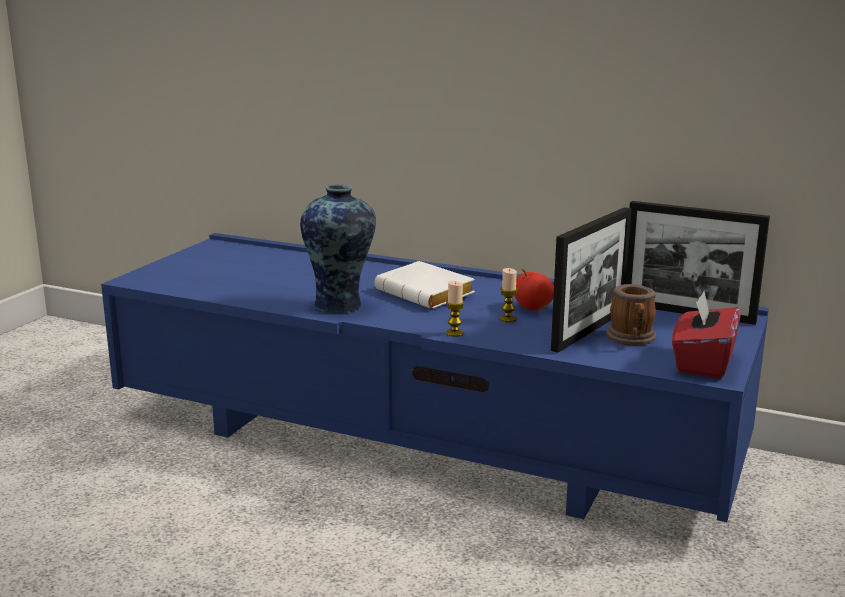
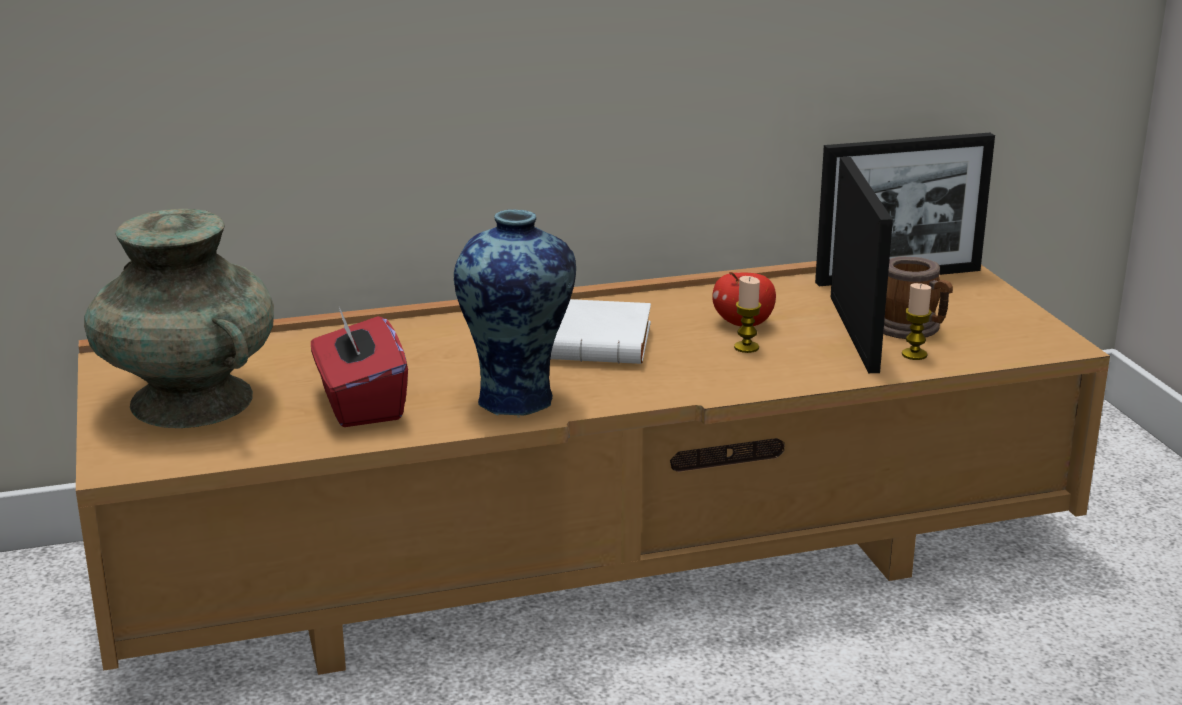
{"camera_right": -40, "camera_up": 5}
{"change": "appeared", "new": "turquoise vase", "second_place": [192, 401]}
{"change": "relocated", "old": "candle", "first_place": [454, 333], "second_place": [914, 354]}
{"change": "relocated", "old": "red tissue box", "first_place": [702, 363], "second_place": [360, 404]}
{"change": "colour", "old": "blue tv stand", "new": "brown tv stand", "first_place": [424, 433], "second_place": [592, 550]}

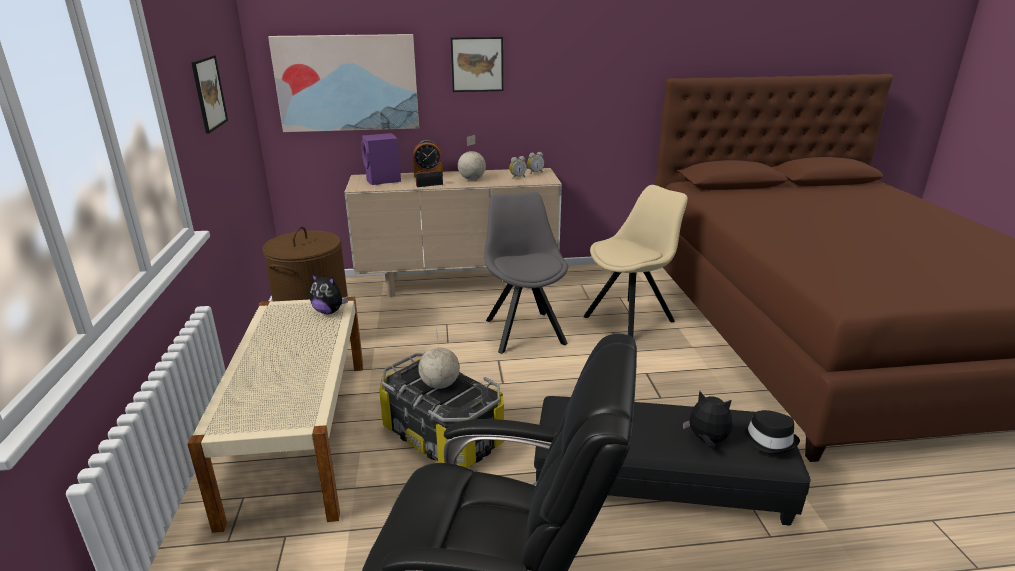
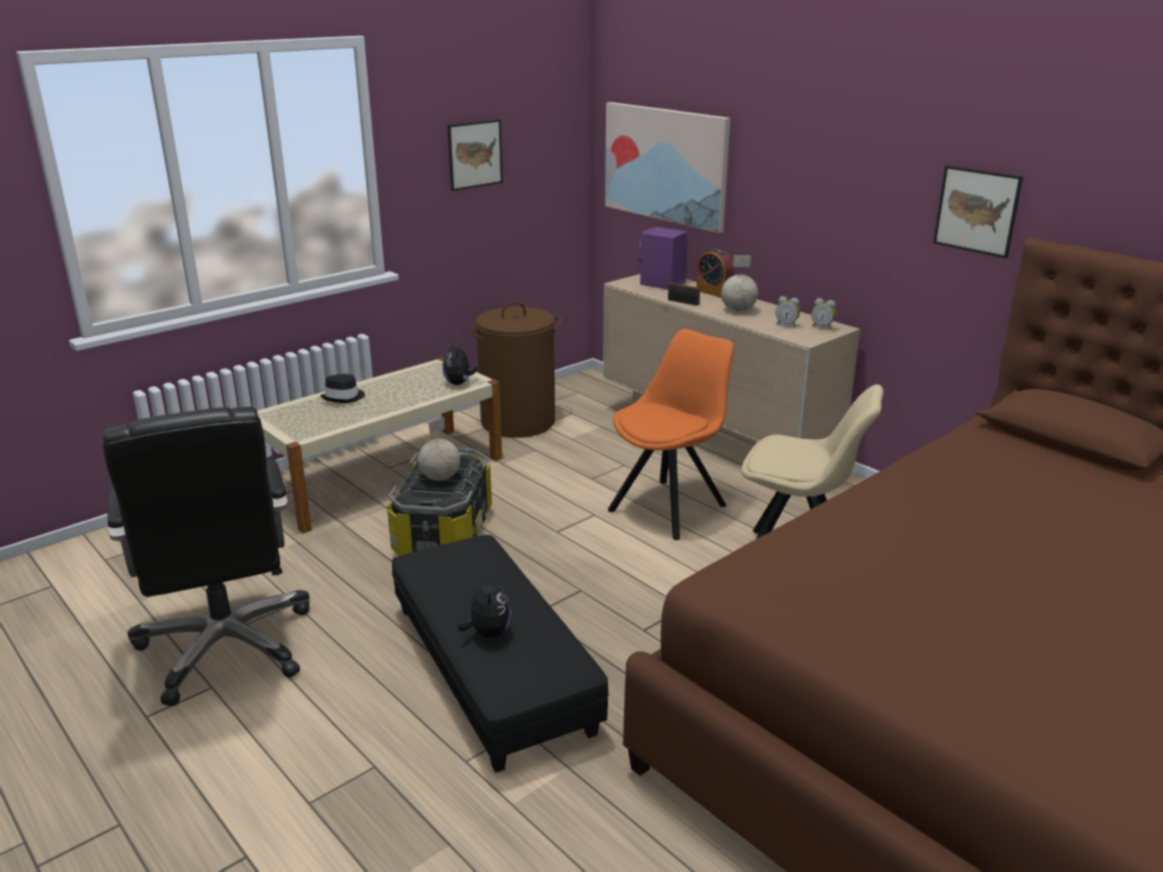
{"camera_right": 55, "camera_up": 0}
{"change": "relocated", "old": "picture", "first_place": [477, 64], "second_place": [977, 211]}
{"change": "relocated", "old": "black hat", "first_place": [768, 440], "second_place": [344, 397]}
{"change": "colour", "old": "grey chair", "new": "orange chair", "first_place": [524, 331], "second_place": [669, 508]}

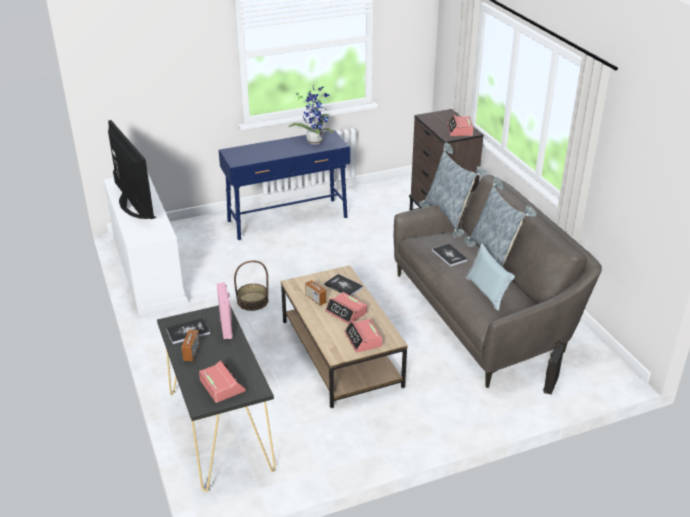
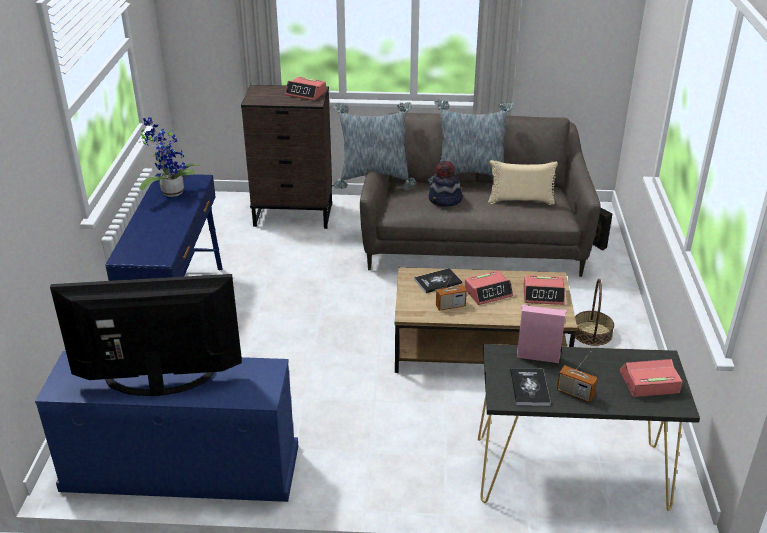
{"camera_right": -65, "camera_up": 0}
{"change": "relocated", "old": "basket", "first_place": [252, 301], "second_place": [592, 333]}
{"change": "exchanged", "old": "book", "new": "hat", "first_place": [449, 255], "second_place": [445, 200]}
{"change": "colour", "old": "white tv stand", "new": "blue tv stand", "first_place": [148, 270], "second_place": [180, 468]}
{"change": "colour", "old": "blue pillow", "new": "beige pillow", "first_place": [487, 292], "second_place": [520, 200]}

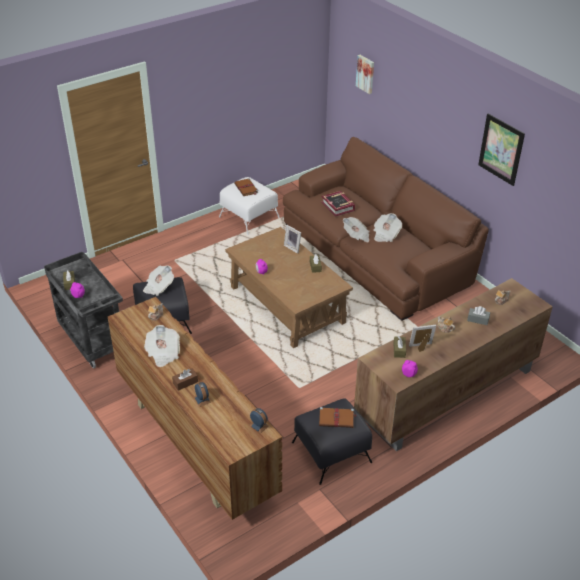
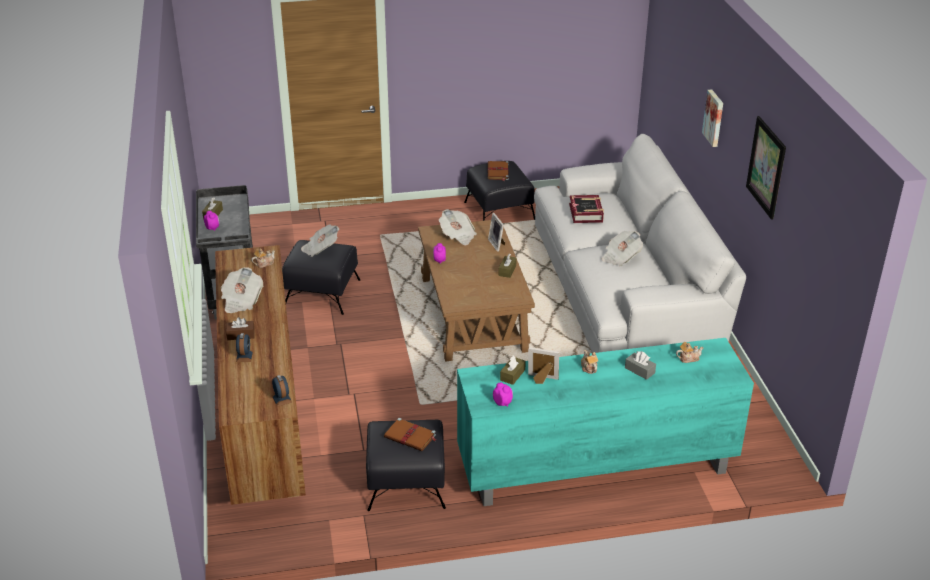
{"camera_right": 25, "camera_up": -5}
{"change": "relocated", "old": "newspaper", "first_place": [356, 236], "second_place": [457, 236]}
{"change": "relocated", "old": "picture", "first_place": [365, 74], "second_place": [714, 118]}
{"change": "colour", "old": "white ottoman", "new": "black ottoman", "first_place": [249, 217], "second_place": [499, 211]}
{"change": "colour", "old": "brown sofa", "new": "white sofa", "first_place": [376, 253], "second_place": [626, 287]}
{"change": "colour", "old": "brown tv stand", "new": "turquoise tv stand", "first_place": [447, 393], "second_place": [595, 464]}

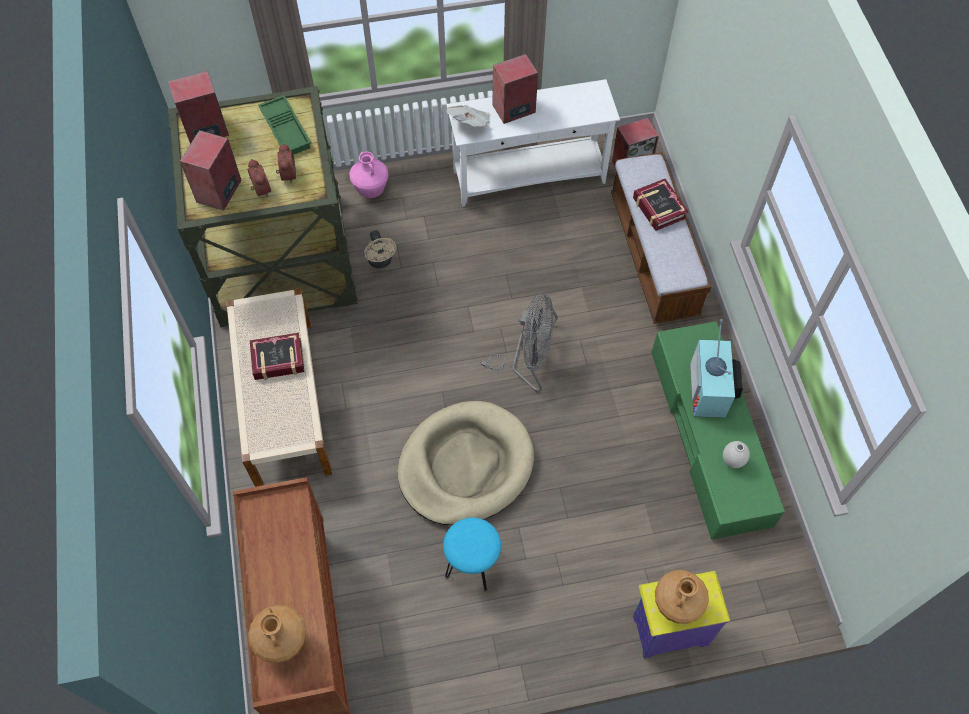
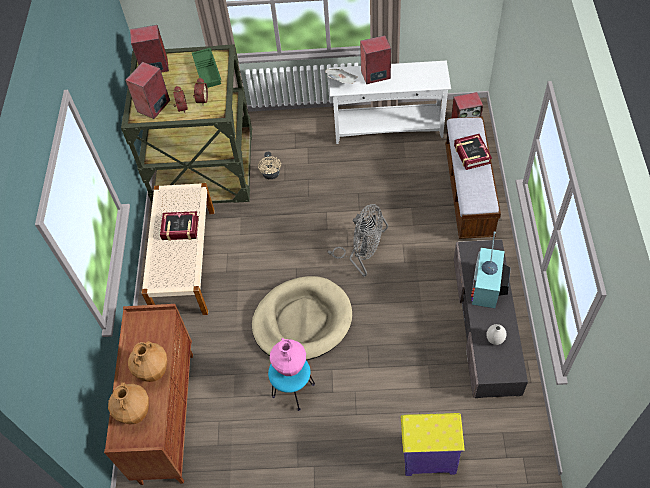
{"camera_right": 15, "camera_up": -5}
{"change": "relocated", "old": "pink vase", "first_place": [371, 191], "second_place": [290, 367]}
{"change": "relocated", "old": "brown vase", "first_place": [675, 606], "second_place": [153, 372]}
{"change": "colour", "old": "green tv stand", "new": "grey tv stand", "first_place": [709, 437], "second_place": [485, 324]}

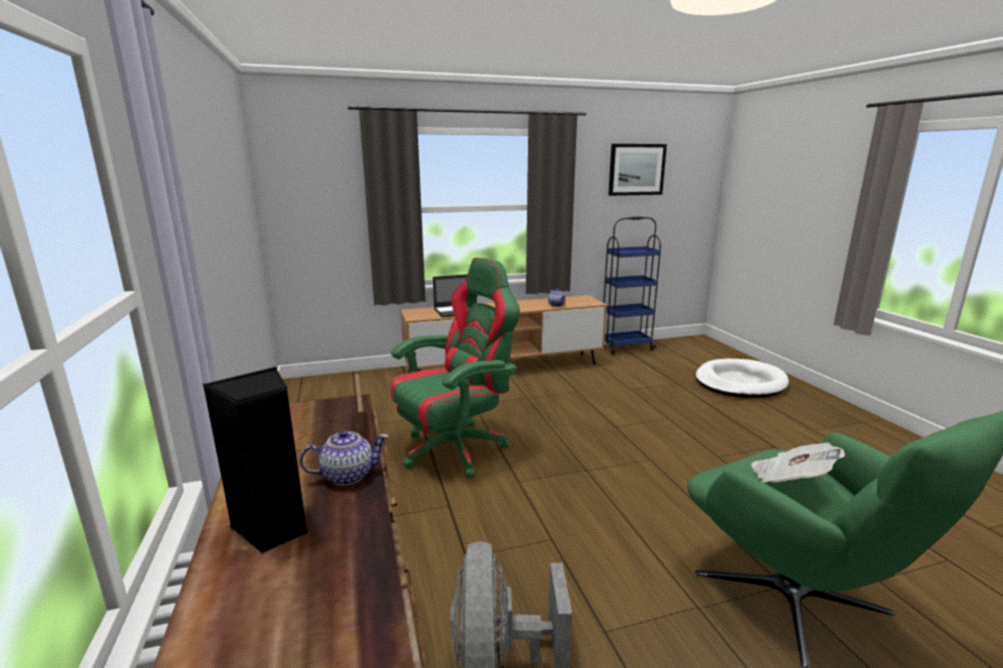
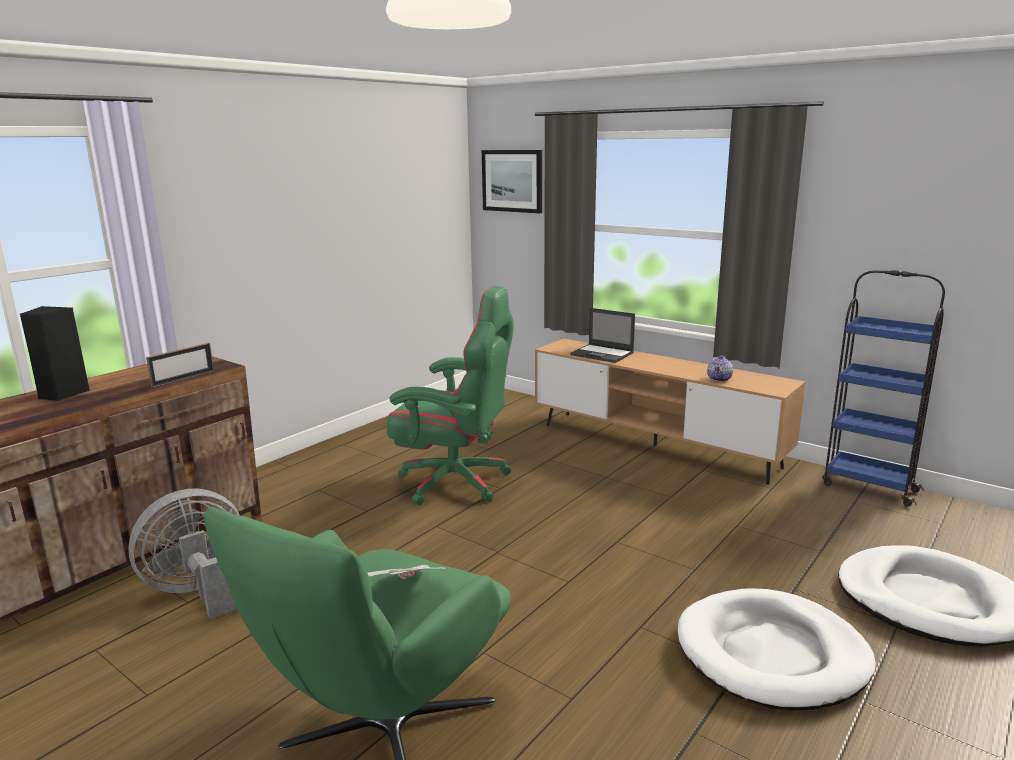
{"camera_right": 55, "camera_up": 0}
{"change": "missing", "old": "teapot", "first_place": [347, 475]}
{"change": "appeared", "new": "white dog bed", "second_place": [772, 654]}
{"change": "relocated", "old": "picture", "first_place": [636, 169], "second_place": [512, 181]}

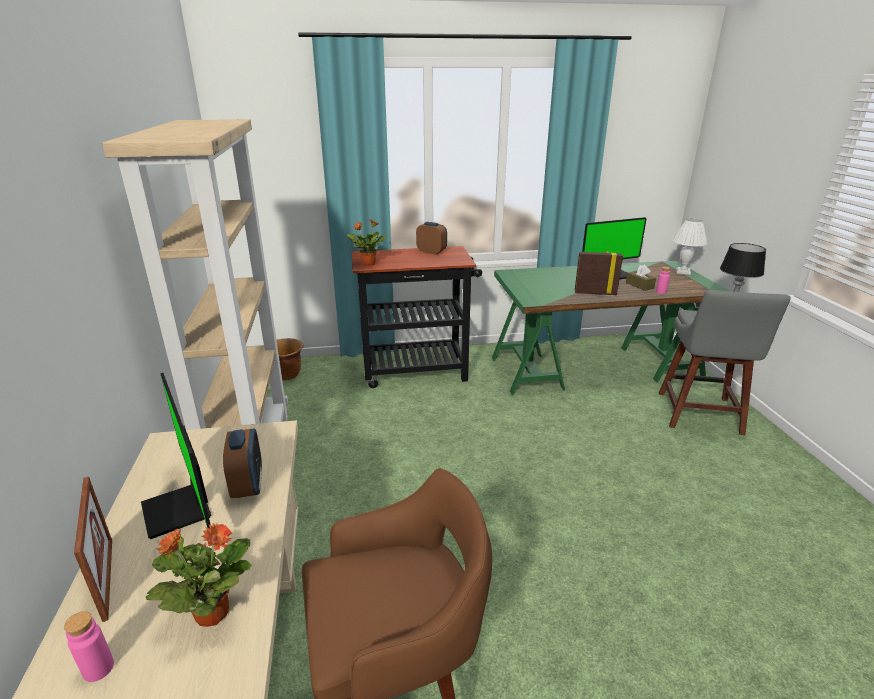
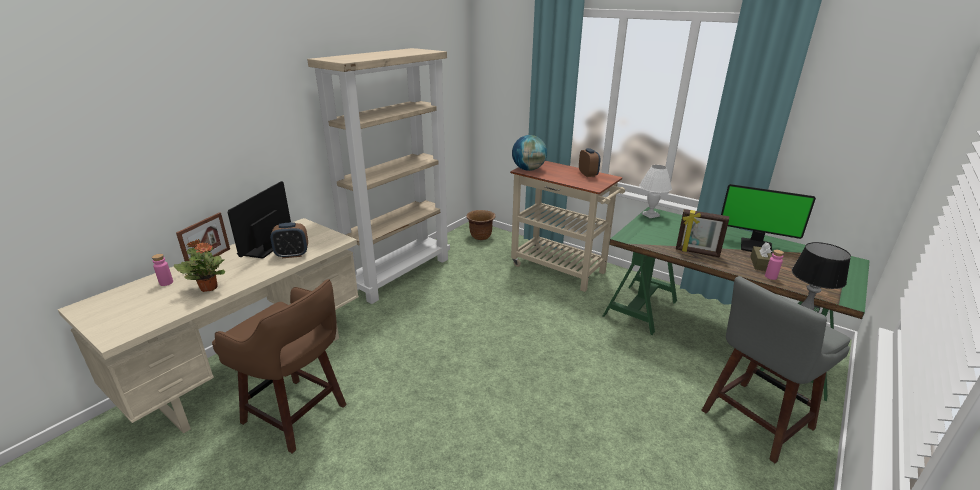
{"camera_right": 45, "camera_up": 0}
{"change": "relocated", "old": "white table lamp", "first_place": [683, 272], "second_place": [650, 215]}
{"change": "exchanged", "old": "potted plant", "new": "globe", "first_place": [368, 263], "second_place": [528, 169]}
{"change": "colour", "old": "black cart", "new": "beige cart", "first_place": [416, 371], "second_place": [559, 269]}
{"change": "spun", "old": "alarm clock", "first_place": [248, 485], "second_place": [292, 254], "degrees": 45}
{"change": "spun", "old": "picture frame", "first_place": [595, 293], "second_place": [697, 252], "degrees": 150}

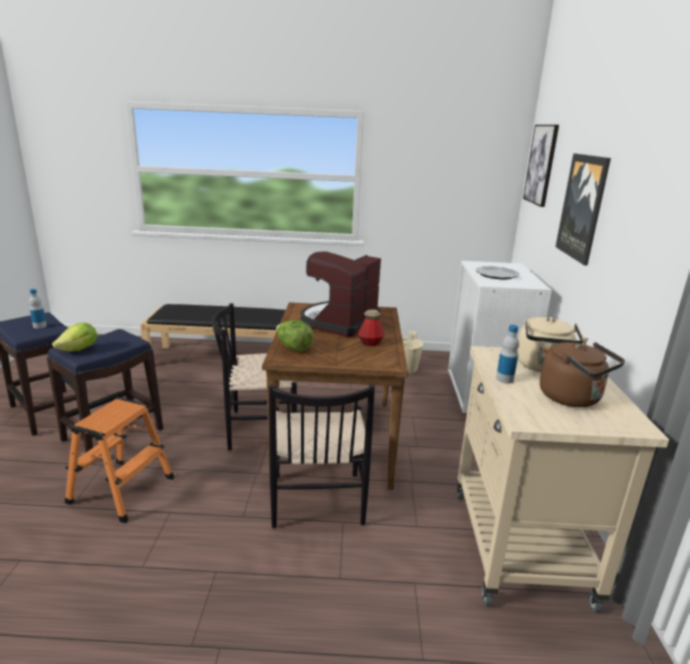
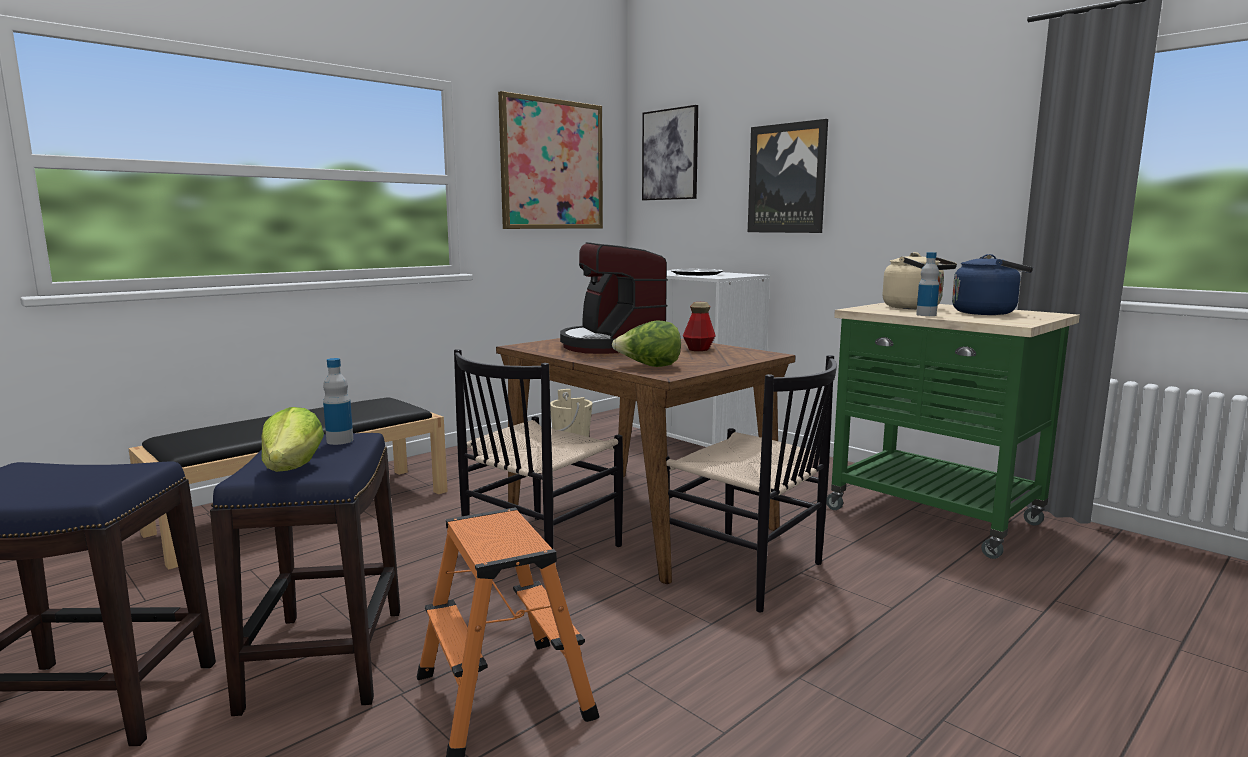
{"camera_right": -45, "camera_up": -10}
{"change": "appeared", "new": "picture", "second_place": [552, 165]}
{"change": "relocated", "old": "bottle", "first_place": [39, 326], "second_place": [340, 441]}
{"change": "colour", "old": "beige cart", "new": "green cart", "first_place": [519, 548], "second_place": [934, 517]}
{"change": "colour", "old": "brown kettle", "new": "blue kettle", "first_place": [573, 398], "second_place": [987, 313]}

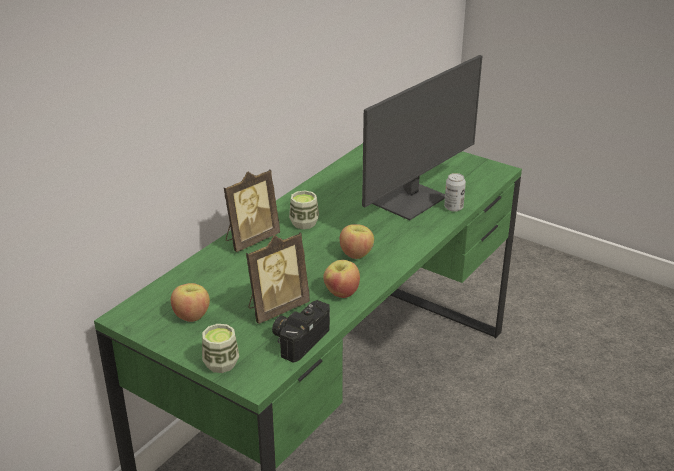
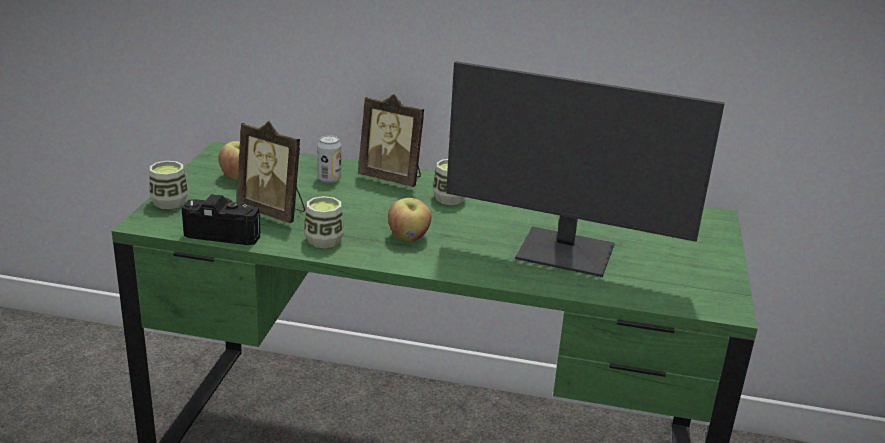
{"camera_right": 65, "camera_up": -5}
{"change": "relocated", "old": "can", "first_place": [453, 208], "second_place": [329, 179]}
{"change": "exchanged", "old": "apple", "new": "cup", "first_place": [341, 292], "second_place": [324, 240]}

